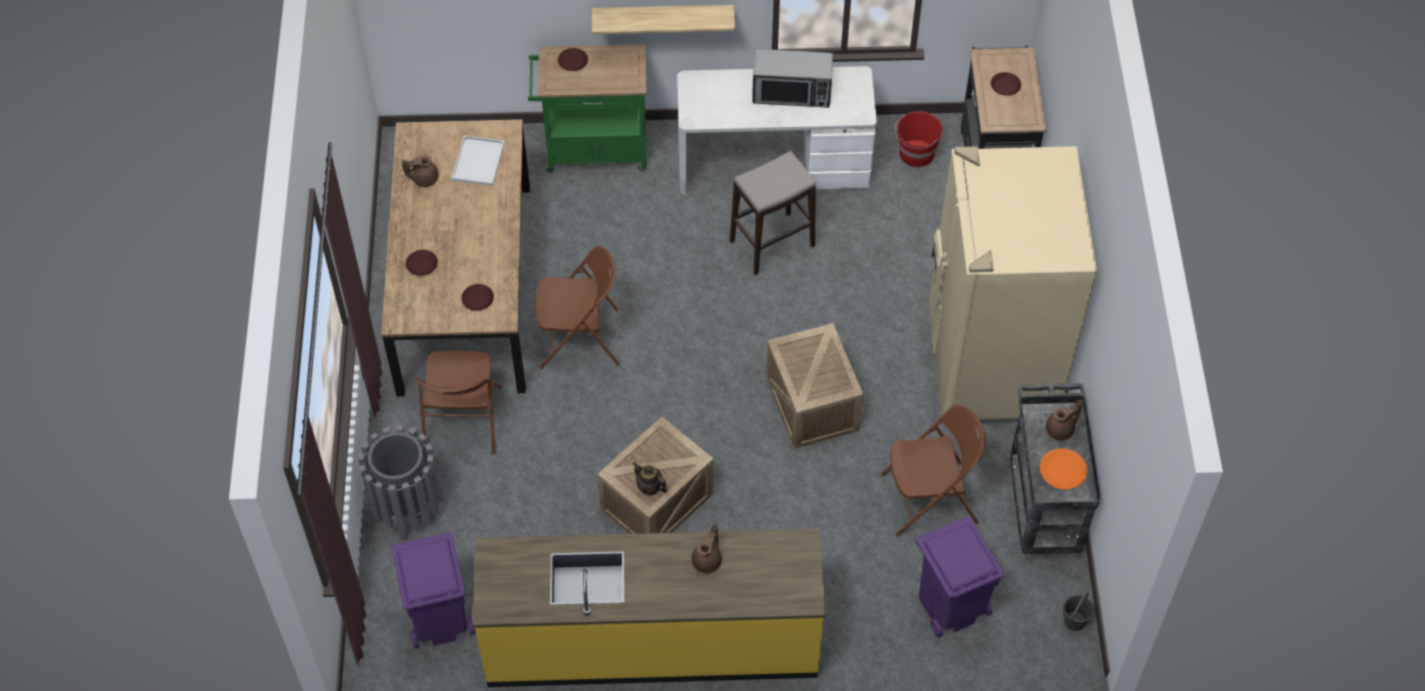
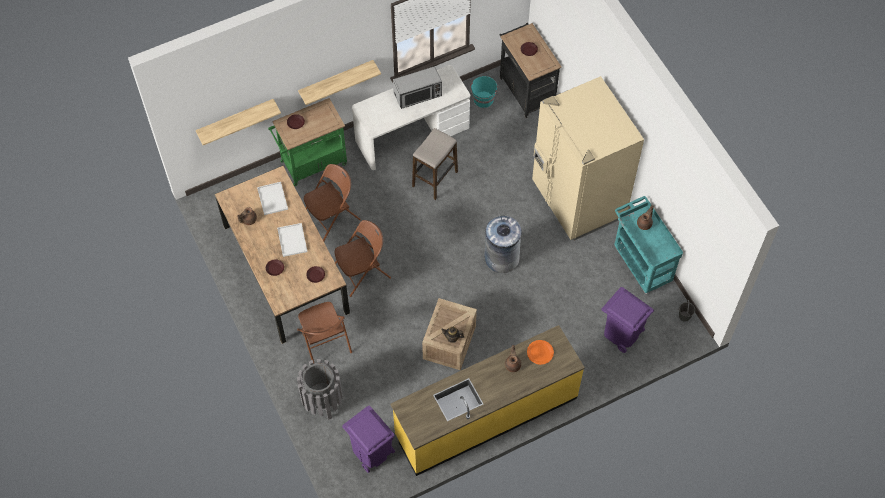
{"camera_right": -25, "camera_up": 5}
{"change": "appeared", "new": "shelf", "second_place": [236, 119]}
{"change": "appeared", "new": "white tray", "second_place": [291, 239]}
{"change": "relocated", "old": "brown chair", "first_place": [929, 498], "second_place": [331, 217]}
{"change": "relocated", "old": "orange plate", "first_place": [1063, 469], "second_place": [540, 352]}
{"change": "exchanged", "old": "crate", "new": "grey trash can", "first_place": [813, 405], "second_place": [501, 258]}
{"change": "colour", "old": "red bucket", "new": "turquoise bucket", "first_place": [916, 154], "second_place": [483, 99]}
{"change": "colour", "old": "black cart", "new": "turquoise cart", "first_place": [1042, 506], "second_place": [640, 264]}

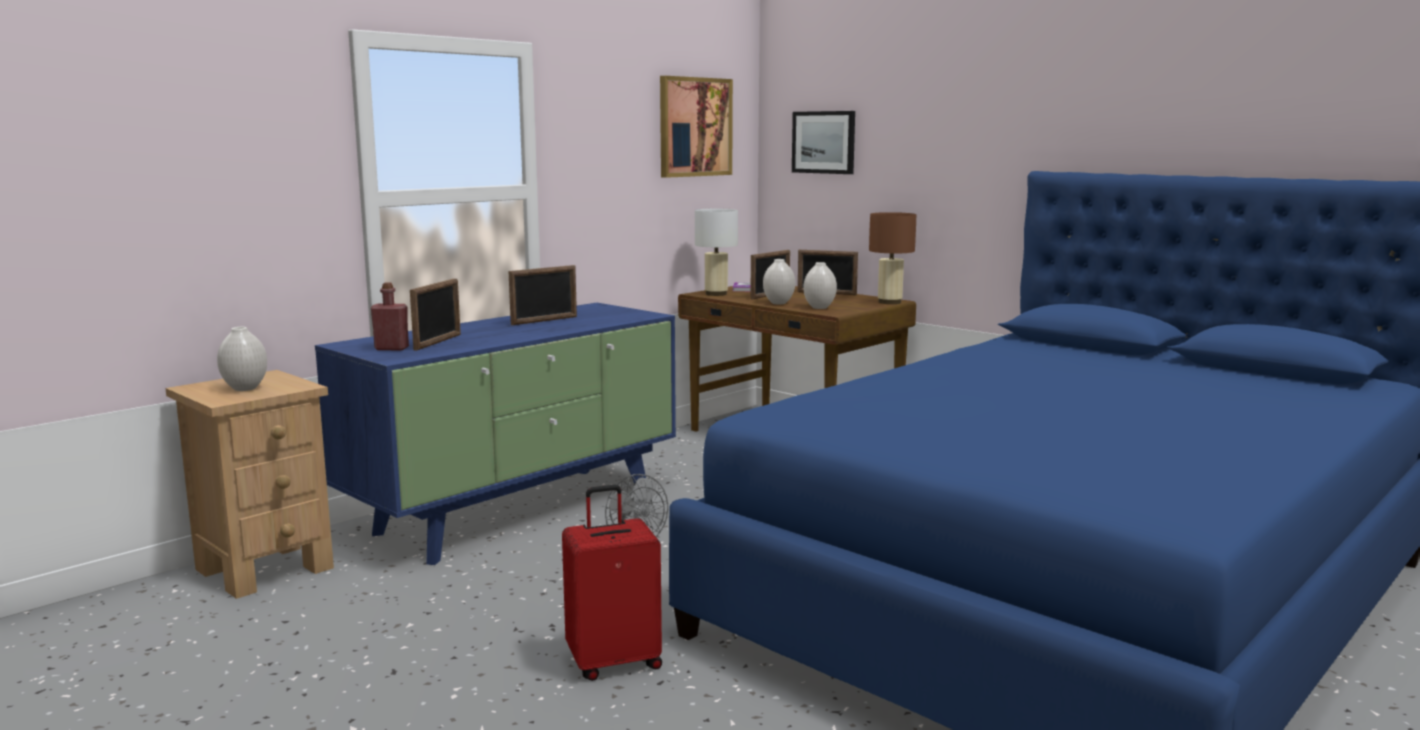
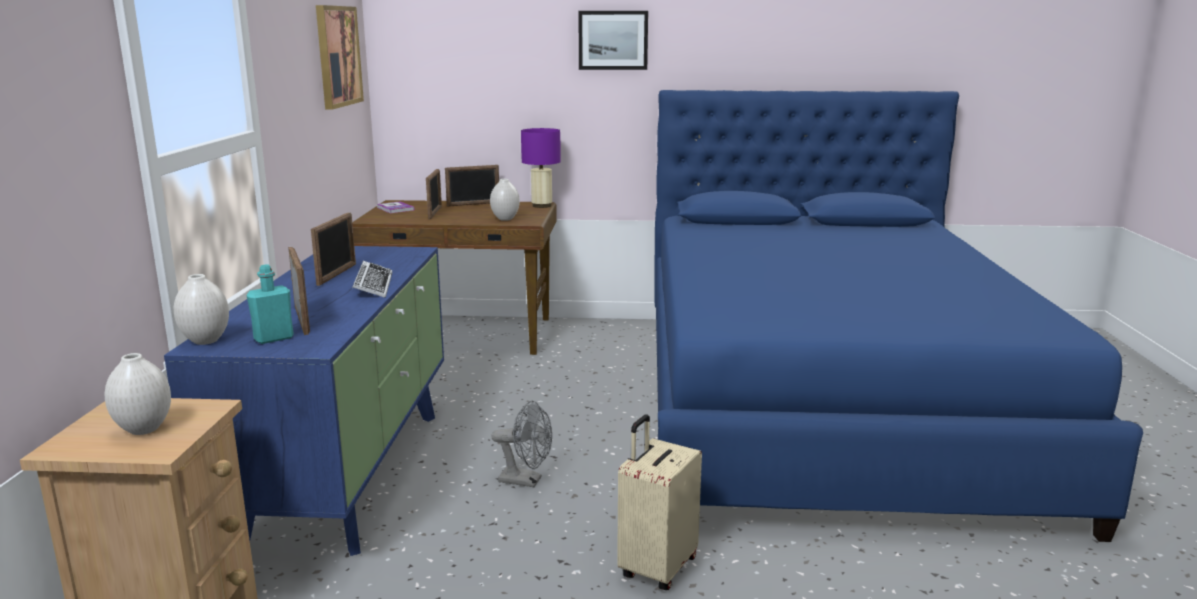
{"camera_right": -40, "camera_up": 5}
{"change": "missing", "old": "white table lamp", "first_place": [715, 294]}
{"change": "appeared", "new": "keyboard", "second_place": [373, 285]}
{"change": "relocated", "old": "white vase", "first_place": [778, 303], "second_place": [205, 341]}
{"change": "relocated", "old": "picture", "first_place": [824, 142], "second_place": [613, 40]}
{"change": "colour", "old": "red bottle", "new": "turquoise bottle", "first_place": [391, 348], "second_place": [273, 338]}
{"change": "colour", "old": "red suitcase", "new": "beige suitcase", "first_place": [614, 662], "second_place": [656, 568]}
{"change": "colour", "old": "brown table lamp", "new": "purple table lamp", "first_place": [890, 302], "second_place": [542, 205]}

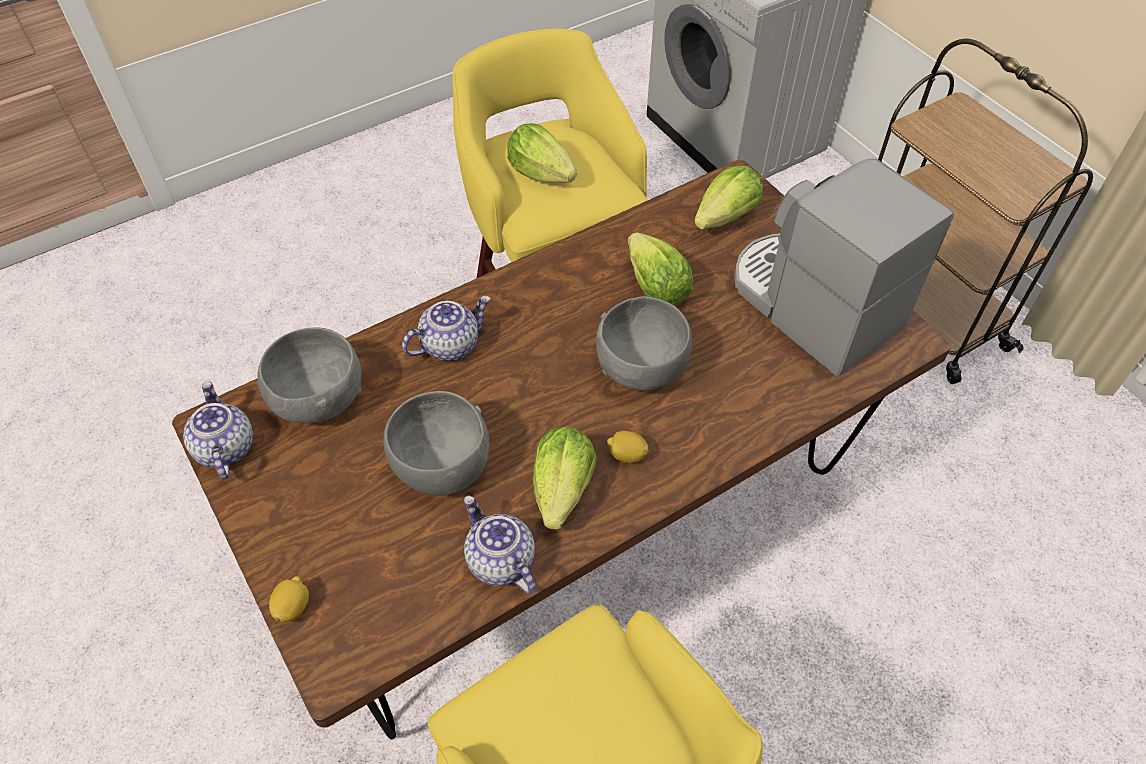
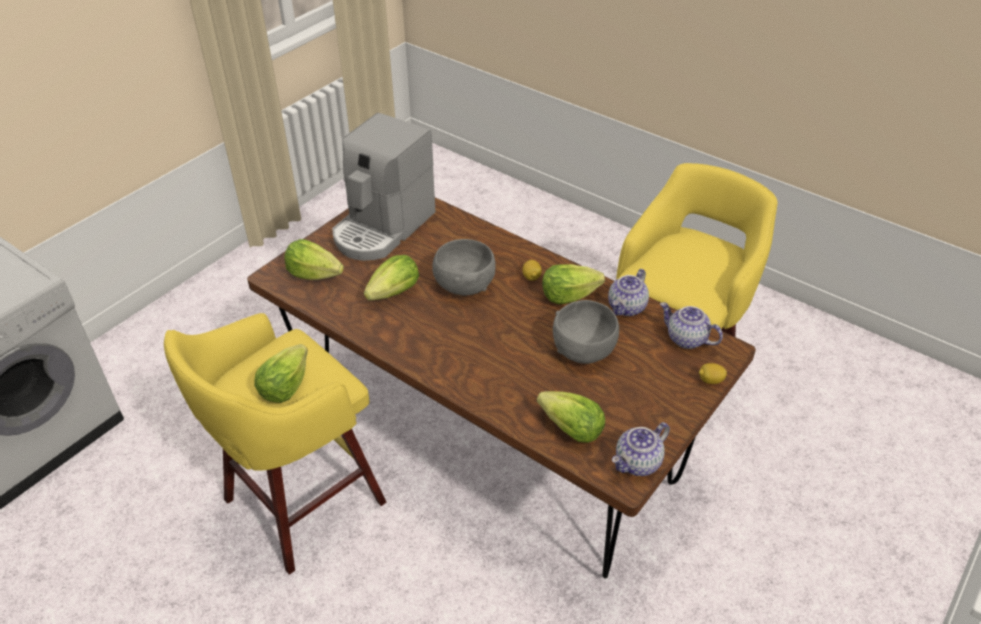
{"camera_right": -110, "camera_up": -10}
{"change": "missing", "old": "brown cart", "first_place": [919, 311]}
{"change": "relocated", "old": "teapot", "first_place": [450, 344], "second_place": [686, 339]}
{"change": "exchanged", "old": "grey bowl", "new": "lettuce", "first_place": [317, 399], "second_place": [571, 429]}

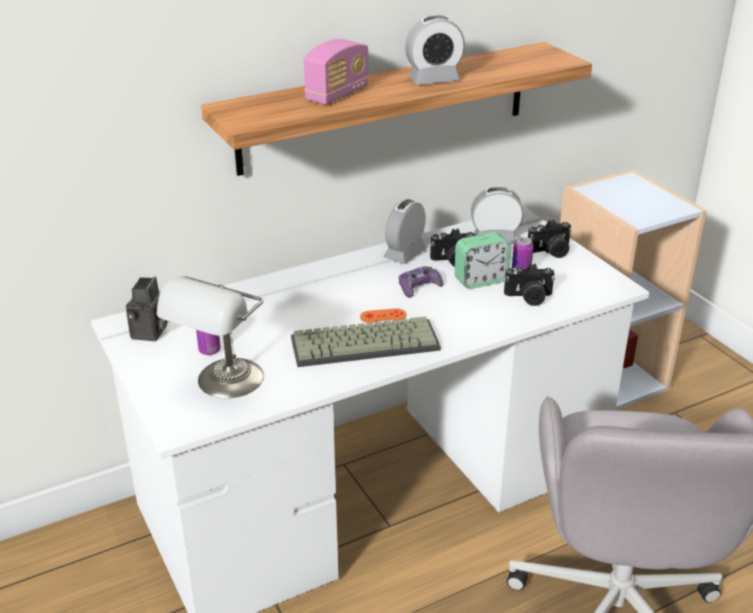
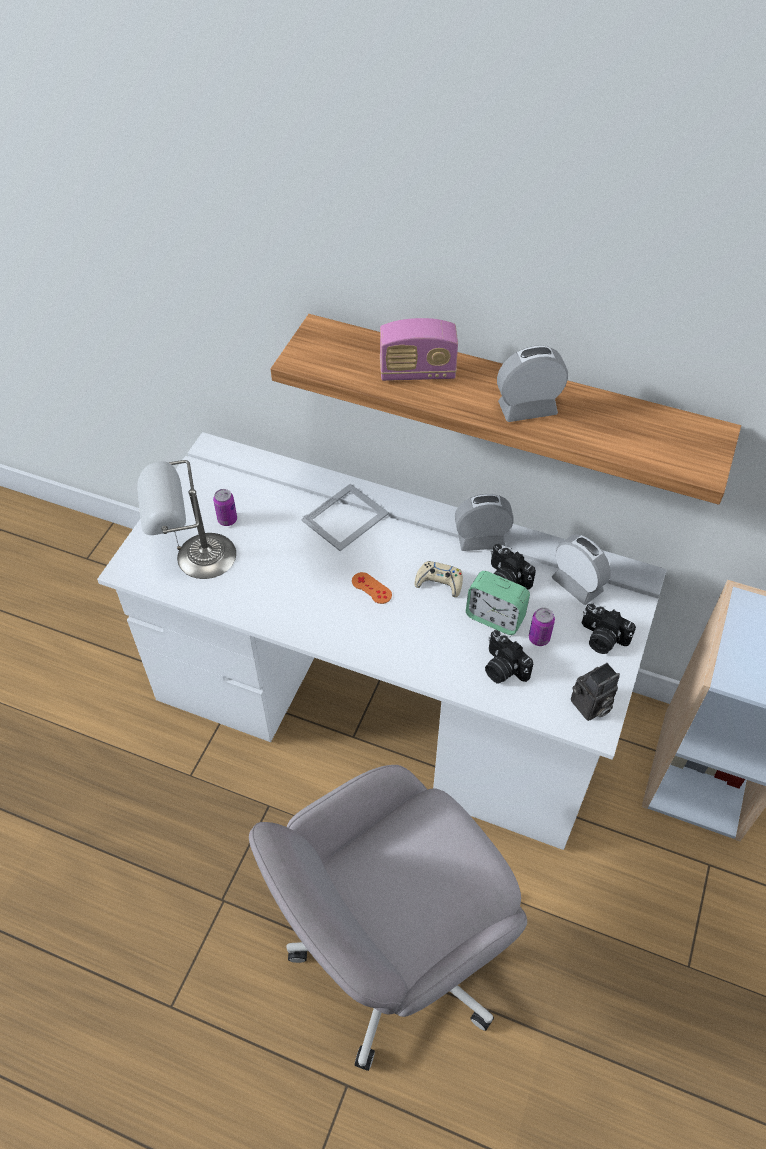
{"camera_right": 50, "camera_up": 20}
{"change": "missing", "old": "keyboard", "first_place": [366, 342]}
{"change": "appeared", "new": "picture frame", "second_place": [346, 517]}
{"change": "relocated", "old": "photo camera", "first_place": [150, 334], "second_place": [590, 707]}
{"change": "colour", "old": "purple game controller", "new": "beige game controller", "first_place": [419, 286], "second_place": [439, 582]}
{"change": "spun", "old": "alarm clock", "first_place": [433, 80], "second_place": [527, 408], "degrees": 135}

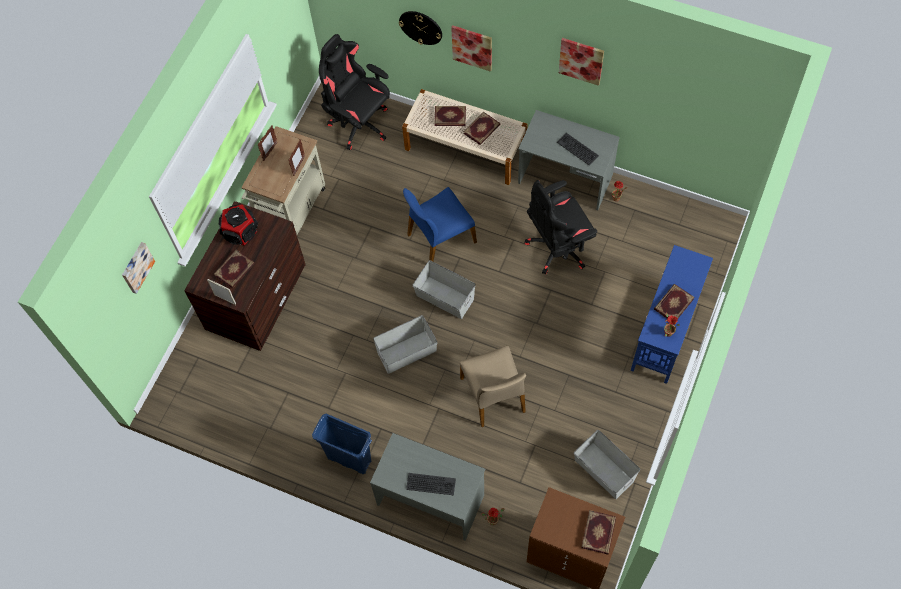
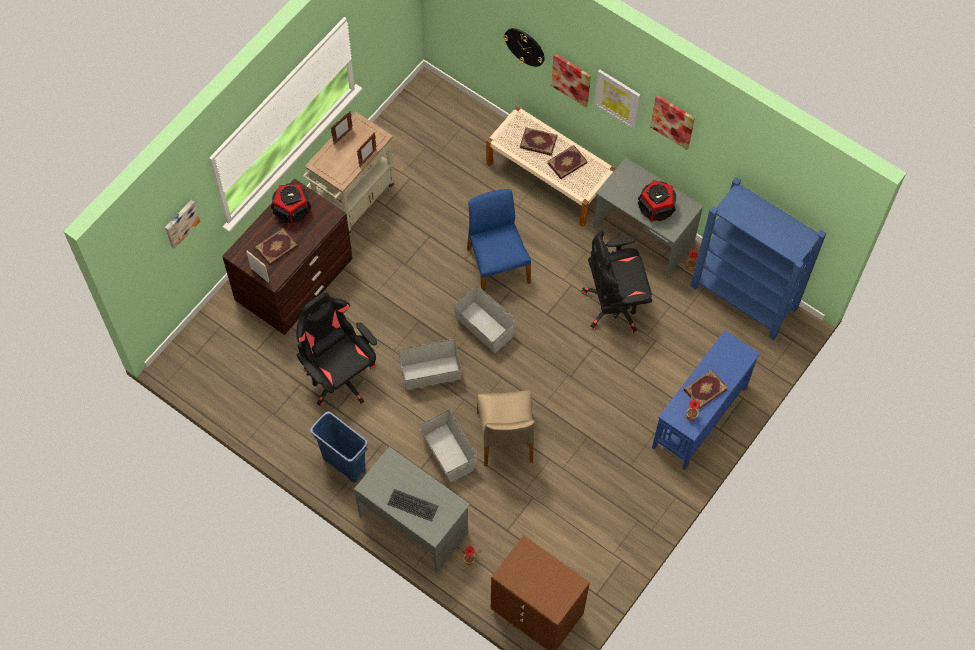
{"camera_right": 10, "camera_up": 0}
{"change": "missing", "old": "book", "first_place": [599, 533]}
{"change": "appeared", "new": "picture", "second_place": [617, 98]}
{"change": "appeared", "new": "blue bookcase", "second_place": [744, 297]}
{"change": "relocated", "old": "black office chair", "first_place": [360, 124], "second_place": [340, 378]}
{"change": "relocated", "old": "grey storage box", "first_place": [604, 471], "second_place": [448, 453]}
{"change": "exchanged", "old": "keyboard", "new": "speaker", "first_place": [578, 149], "second_place": [656, 208]}
{"change": "spun", "old": "blue chair", "first_place": [440, 238], "second_place": [497, 265], "degrees": 90}

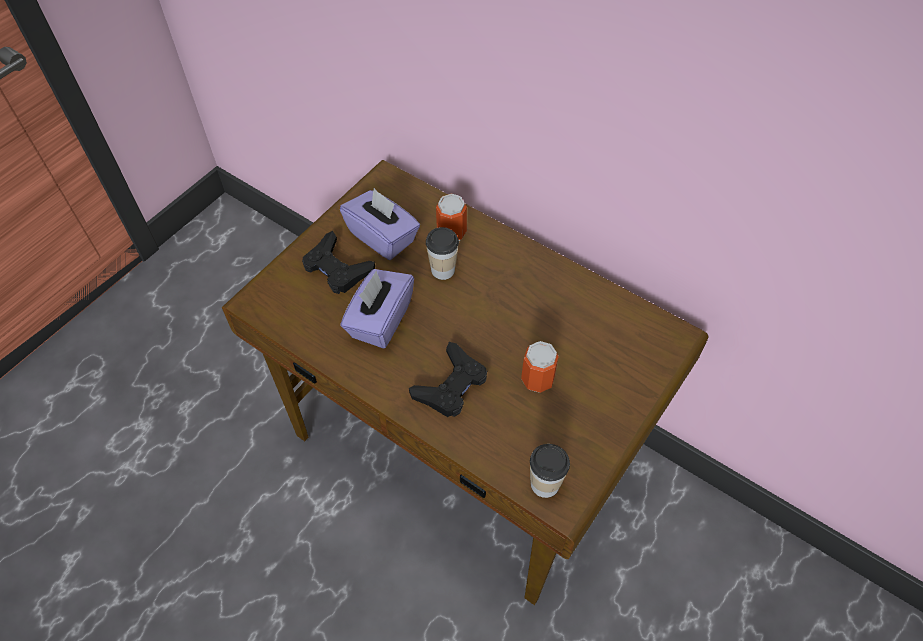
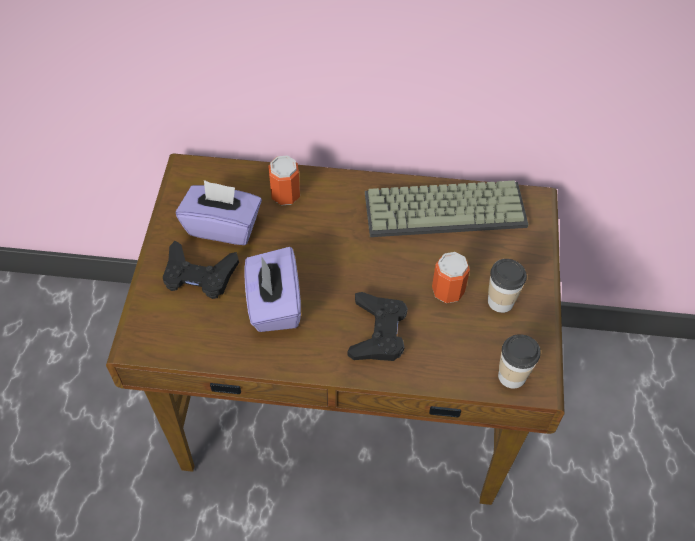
{"camera_right": -30, "camera_up": 0}
{"change": "appeared", "new": "keyboard", "second_place": [446, 208]}
{"change": "relocated", "old": "cup", "first_place": [443, 270], "second_place": [500, 301]}

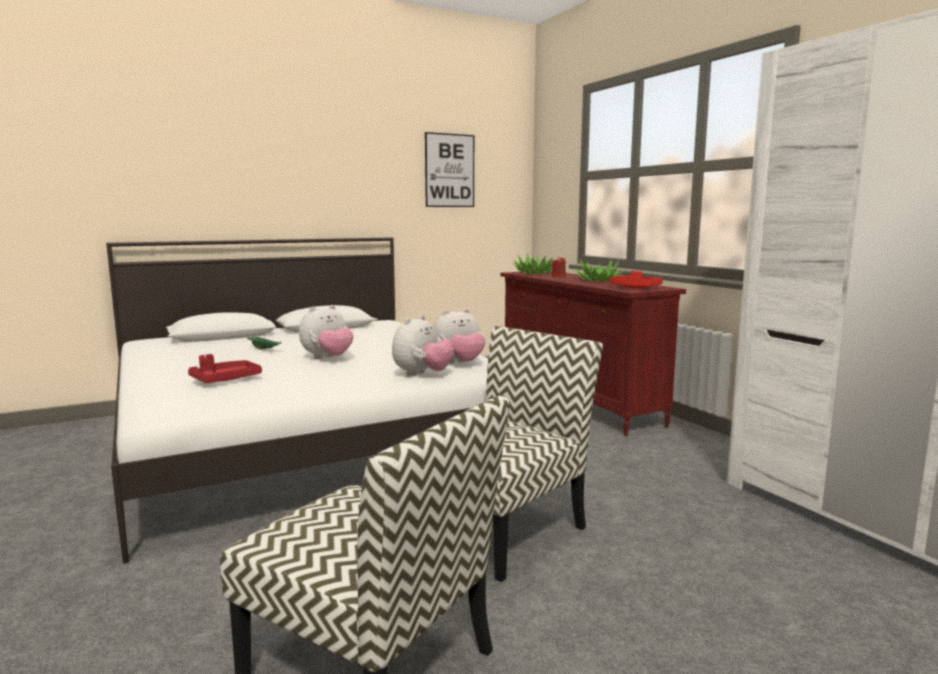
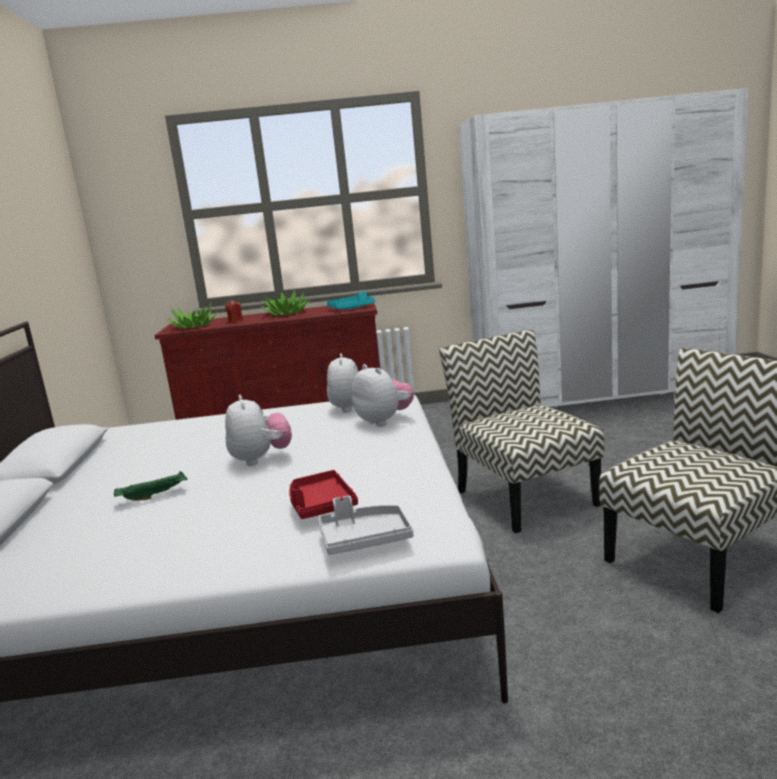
{"camera_right": -65, "camera_up": 5}
{"change": "missing", "old": "picture", "first_place": [449, 170]}
{"change": "appeared", "new": "grey tray", "second_place": [364, 539]}
{"change": "colour", "old": "red tray", "new": "turquoise tray", "first_place": [634, 288], "second_place": [351, 308]}

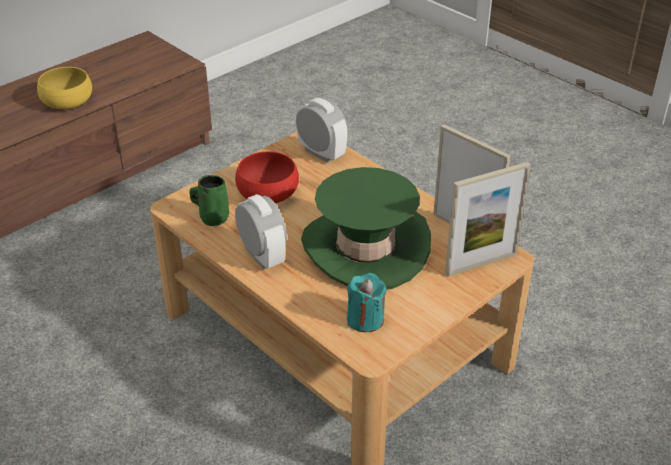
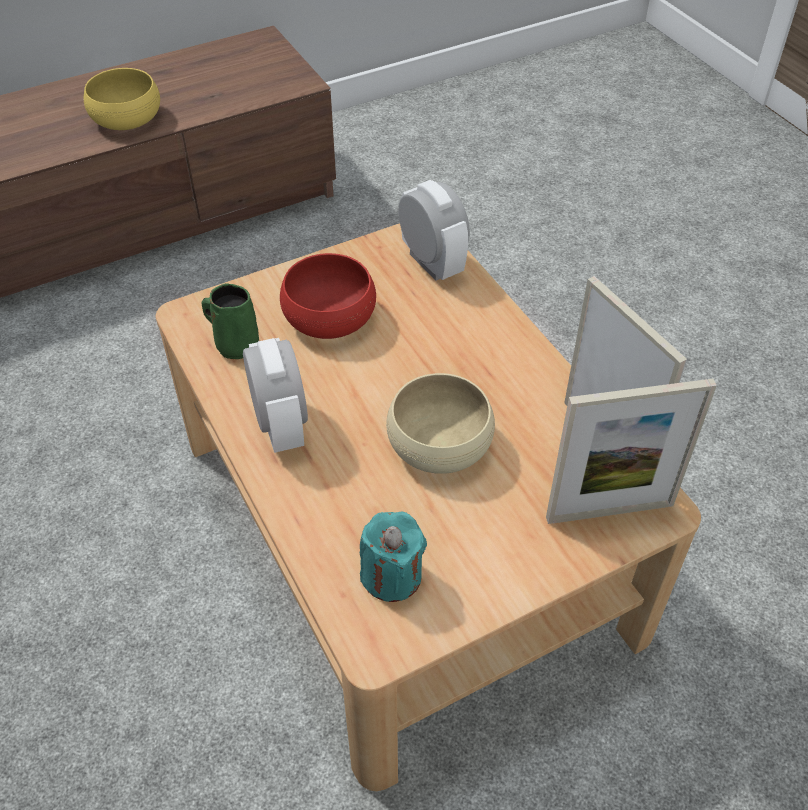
{"camera_right": 15, "camera_up": 10}
{"change": "exchanged", "old": "green hat", "new": "beige bowl", "first_place": [366, 248], "second_place": [439, 443]}

